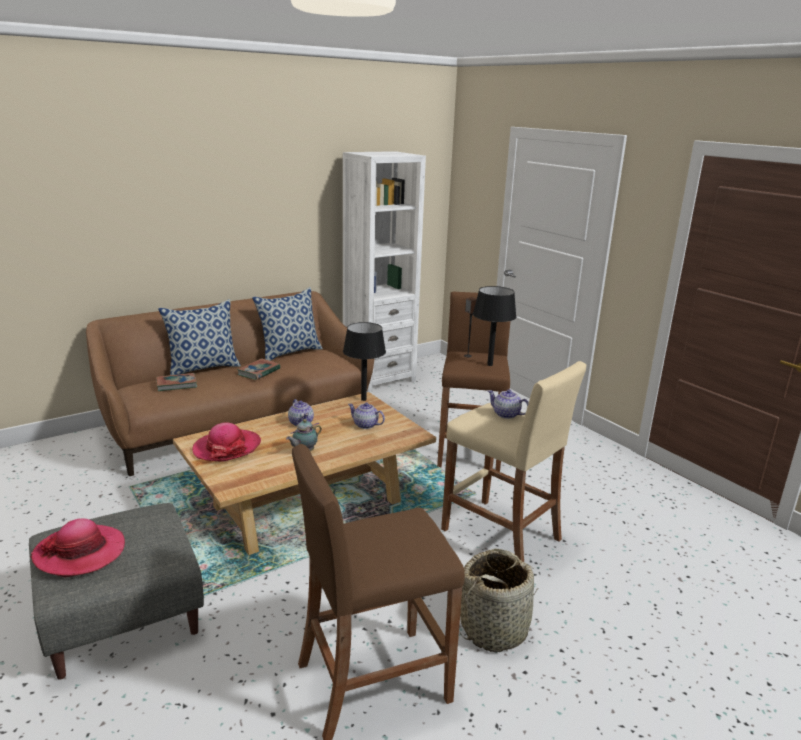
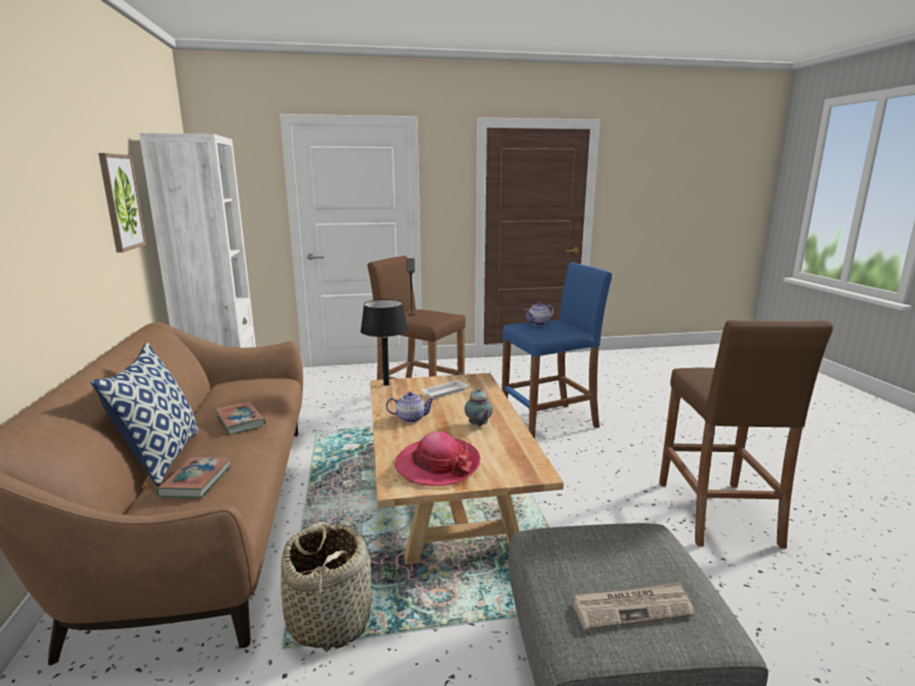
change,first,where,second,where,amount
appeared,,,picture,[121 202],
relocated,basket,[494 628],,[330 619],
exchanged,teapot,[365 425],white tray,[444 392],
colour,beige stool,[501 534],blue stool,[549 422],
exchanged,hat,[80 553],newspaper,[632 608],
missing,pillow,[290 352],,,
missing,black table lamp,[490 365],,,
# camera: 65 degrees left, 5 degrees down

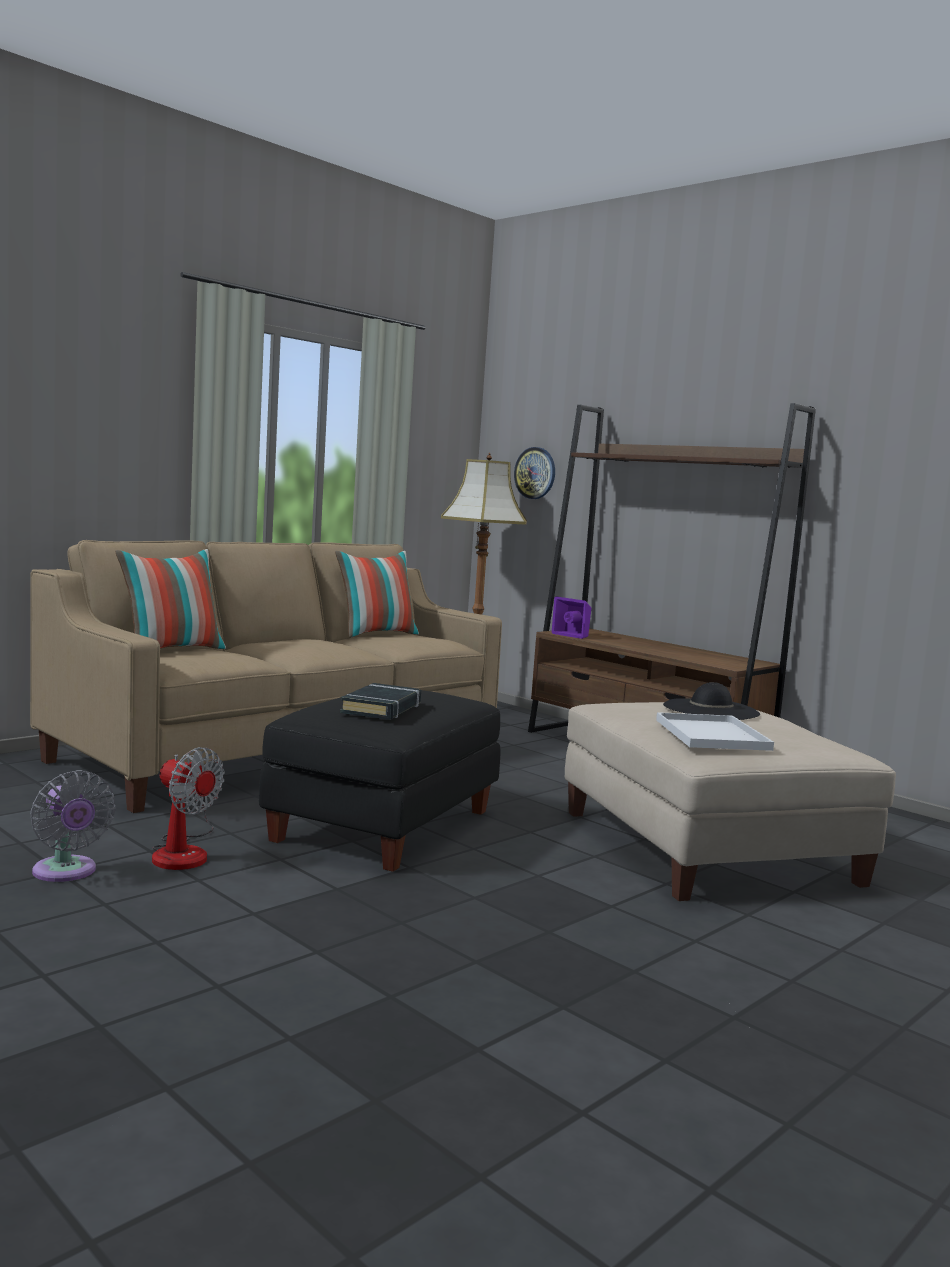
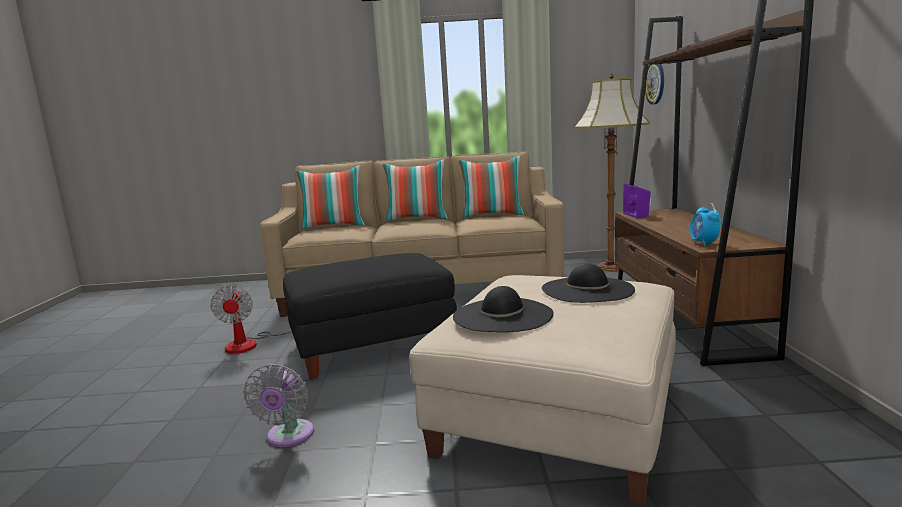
change,first,where,second,where,amount
relocated,grey fan,[66 872],,[288 437],
appeared,,,pillow,[417 219],
exchanged,white tray,[714 735],black hat,[502 315],
appeared,,,alarm clock,[703 243],
missing,black book,[382 708],,,
# camera: 45 degrees right, 5 degrees up

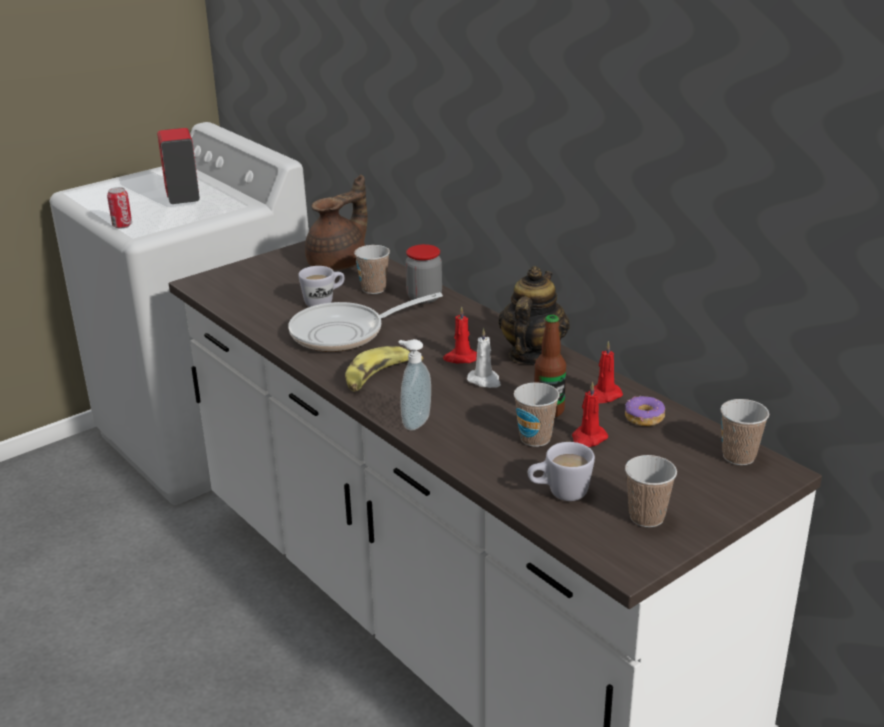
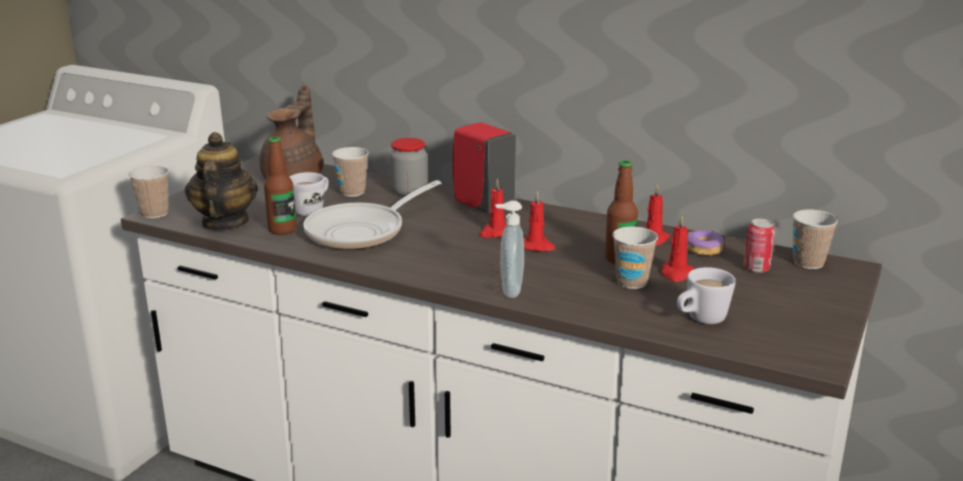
change,first,where,second,where,amount
relocated,cup,[646 517],,[154 213],
relocated,teapot,[532 355],,[224 223],
appeared,,,bottle,[282 230],
relocated,red soap dispenser,[183 198],,[482 206],
colour,white candle,[485 381],red candle,[537 246],
relocated,can,[122 226],,[756 269],
missing,banana,[378 377],,,
# camera: 25 degrees left, 5 degrees down

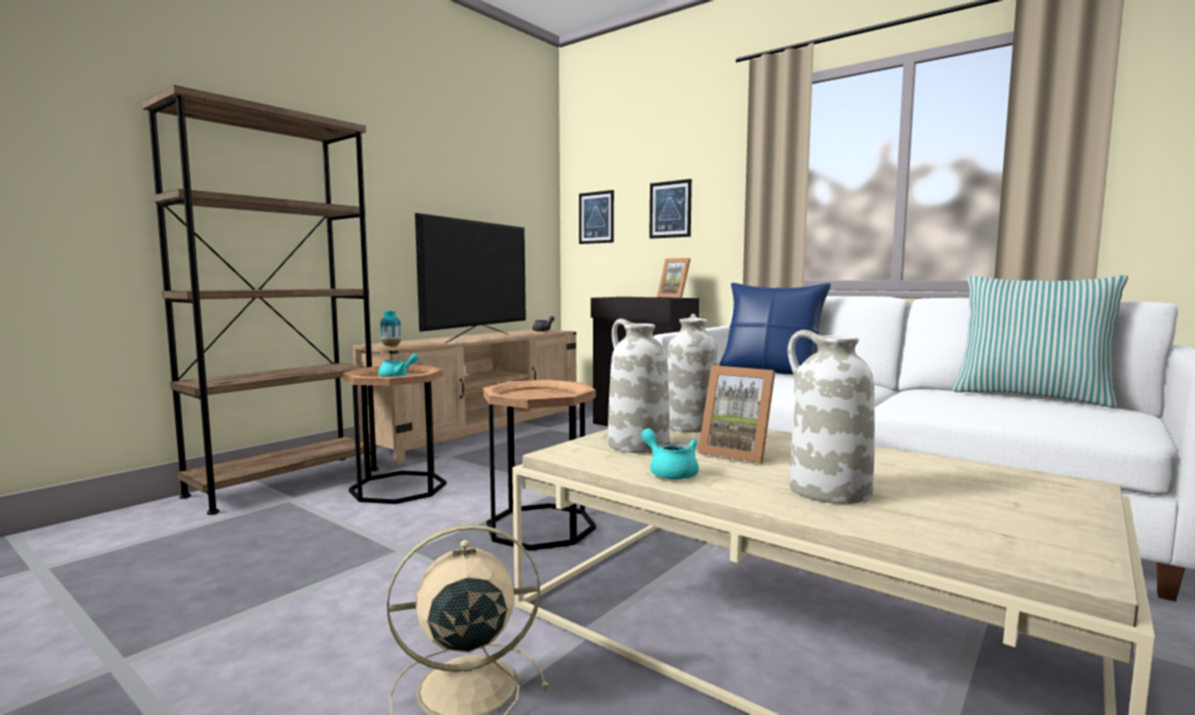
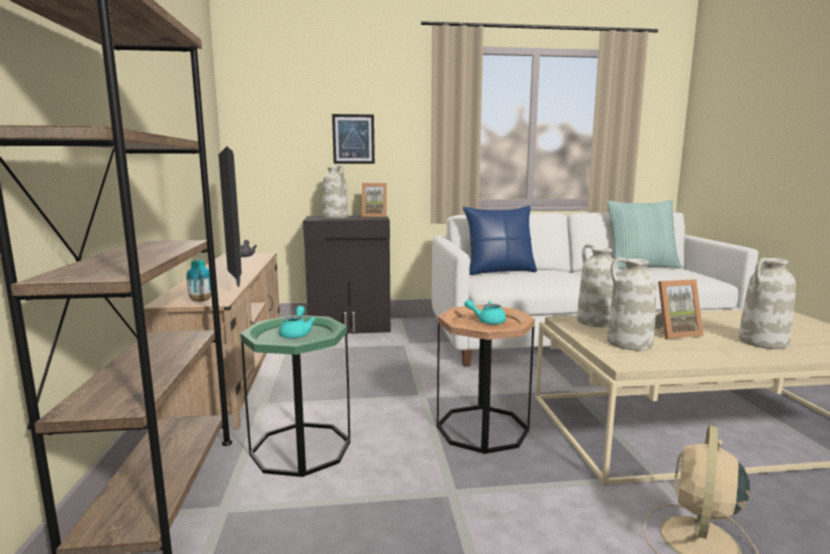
change,first,where,second,where,amount
colour,brown side table,[398 487],green side table,[301 448],
appeared,,,white vase,[335 217],
relocated,turquoise teapot,[670 472],,[487 321],
missing,picture,[596 217],,,
# camera: 45 degrees left, 5 degrees up

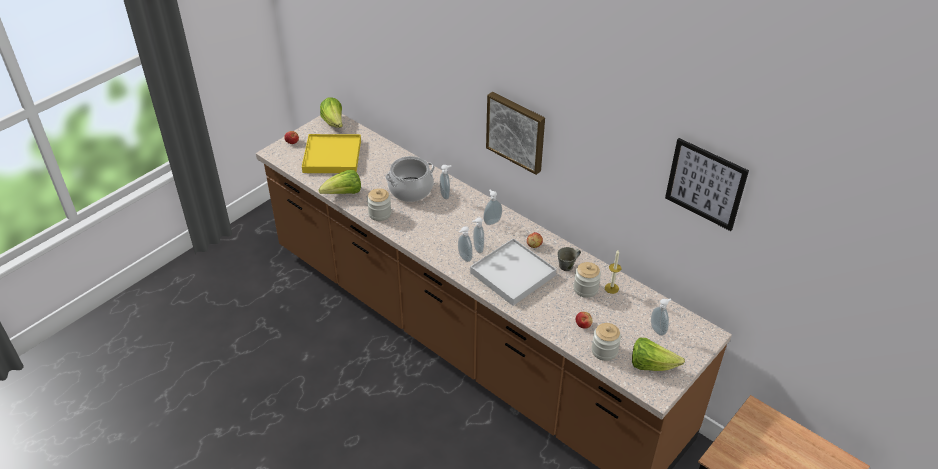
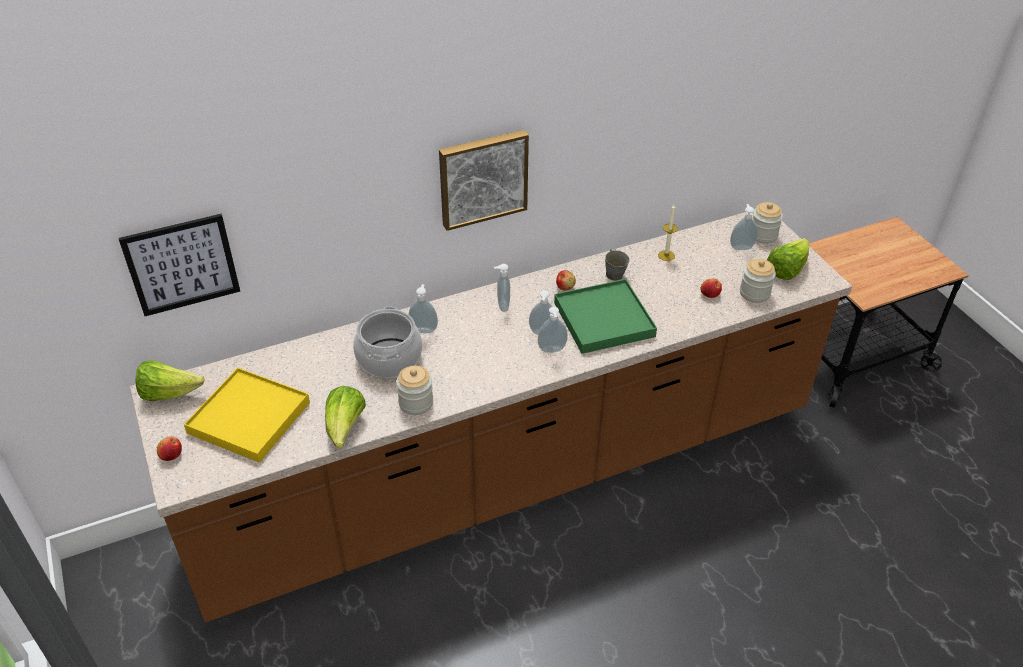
change,first,where,second,where,amount
relocated,picture,[705 184],,[182 264],
colour,white tray,[513 274],green tray,[604 319],
relocated,jar,[585 289],,[763 235],
# camera: 65 degrees left, 0 degrees up

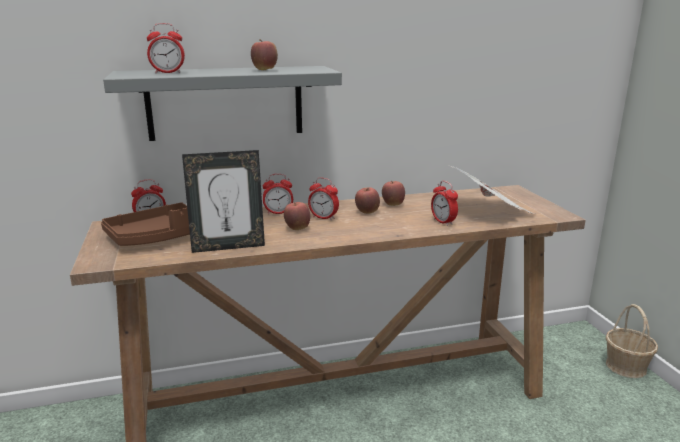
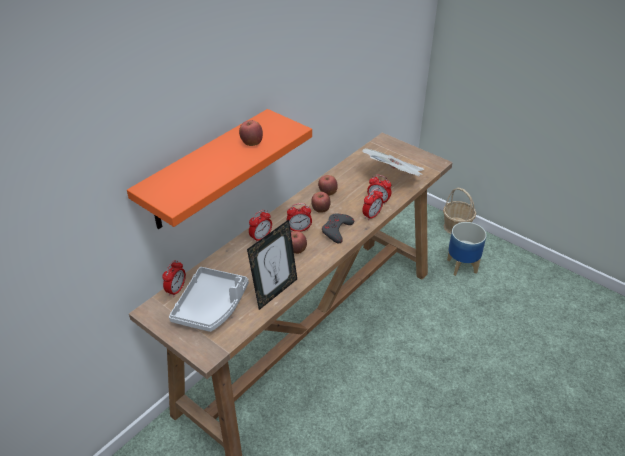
change,first,where,second,where,amount
colour,grey shelf,[225 103],orange shelf,[206 171],
colour,brown tray,[157 237],grey tray,[211 306],
appeared,,,grey game controller,[336 230],
relocated,alarm clock,[168 73],,[372 215],
appeared,,,planter,[461 265],
# camera: 35 degrees left, 20 degrees up

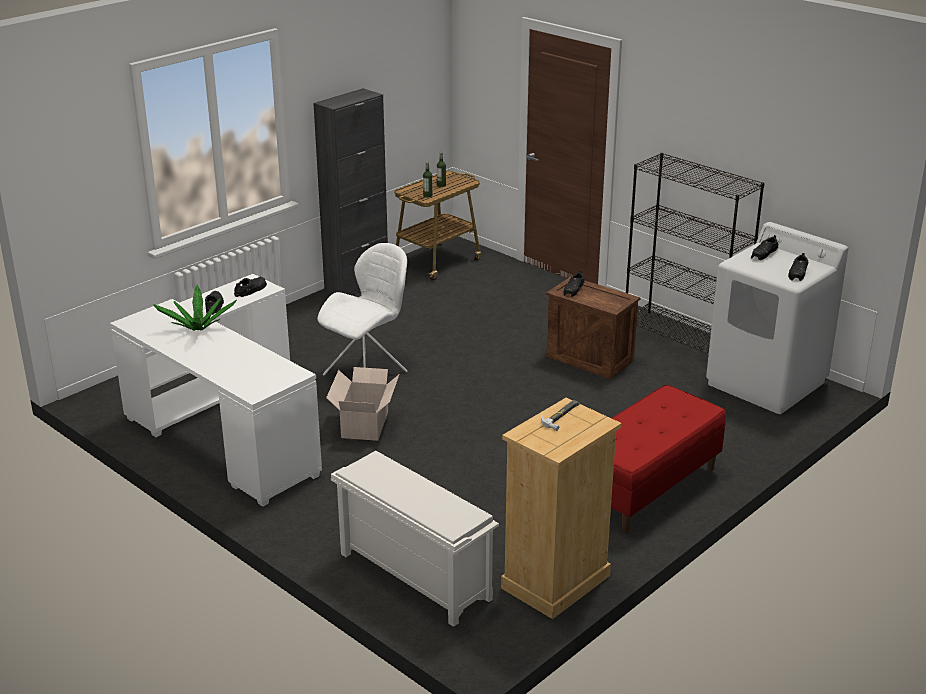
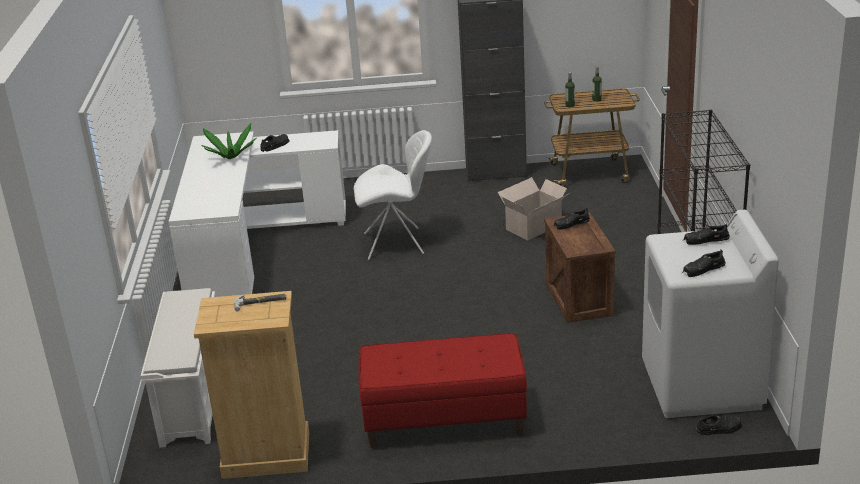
change,first,where,second,where,amount
relocated,cardboard box,[366 423],,[535 226],
relocated,black shoe,[251 289],,[719 428],
# camera: 45 degrees right, 0 degrees up

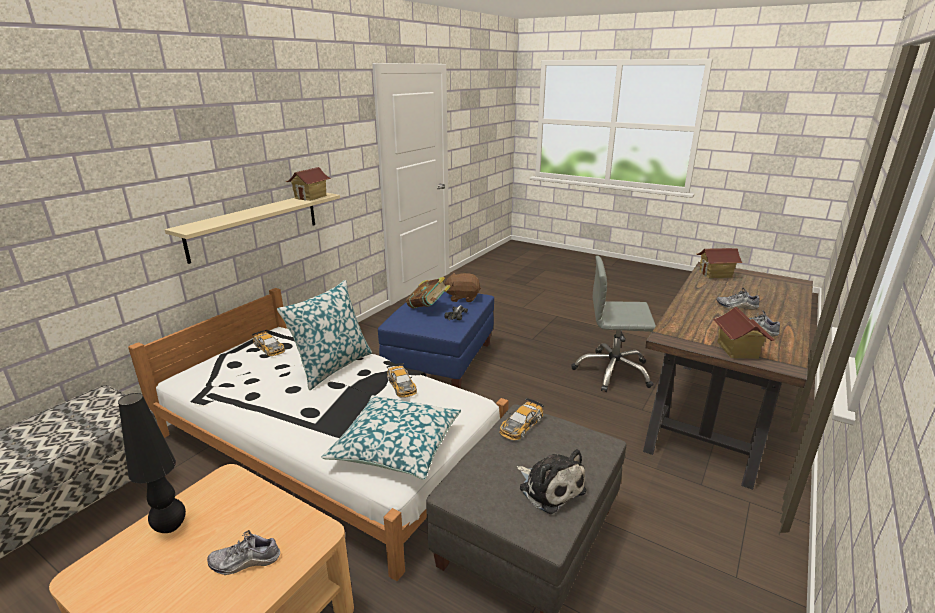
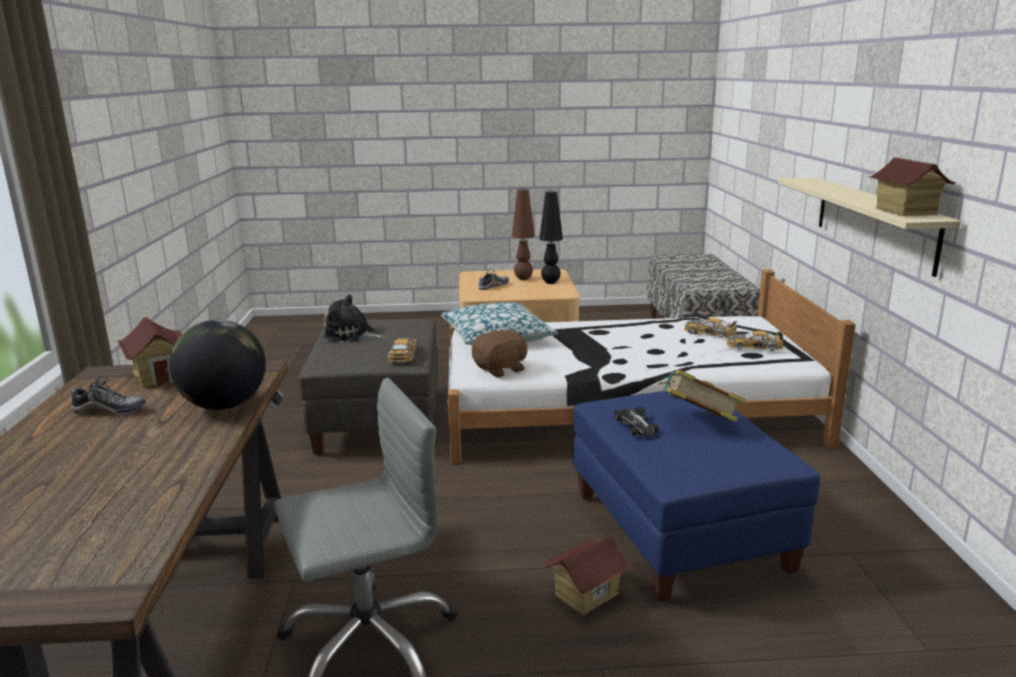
change,first,where,second,where,amount
appeared,,,globe,[224 405],
relocated,brown plush toy,[462 297],,[501 369],
appeared,,,brown table lamp,[523 279],
relocated,toy house,[715 275],,[586 594],
relocated,toy car,[401 385],,[709 332],
missing,pillow,[332 366],,,
missing,shoe,[736 306],,,
# camera: 145 degrees right, 5 degrees down

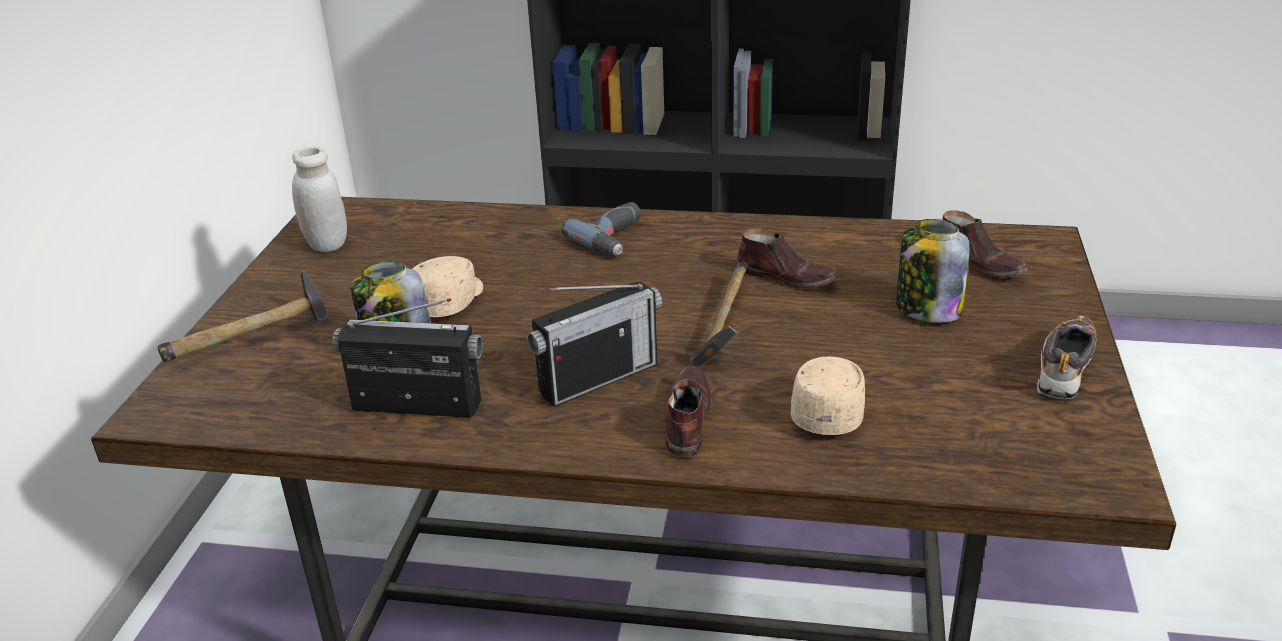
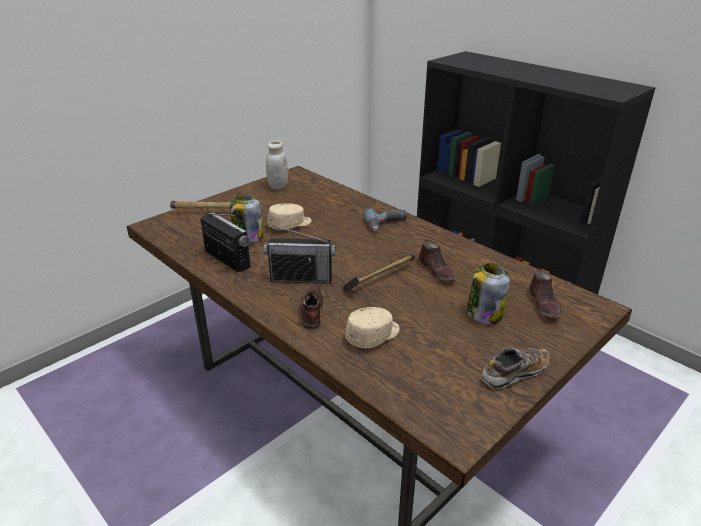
change,first,where,second,where,amount
spun,brown shoe,[686 419],,[311 310],45 degrees counterclockwise
# camera: 35 degrees right, 0 degrees up

